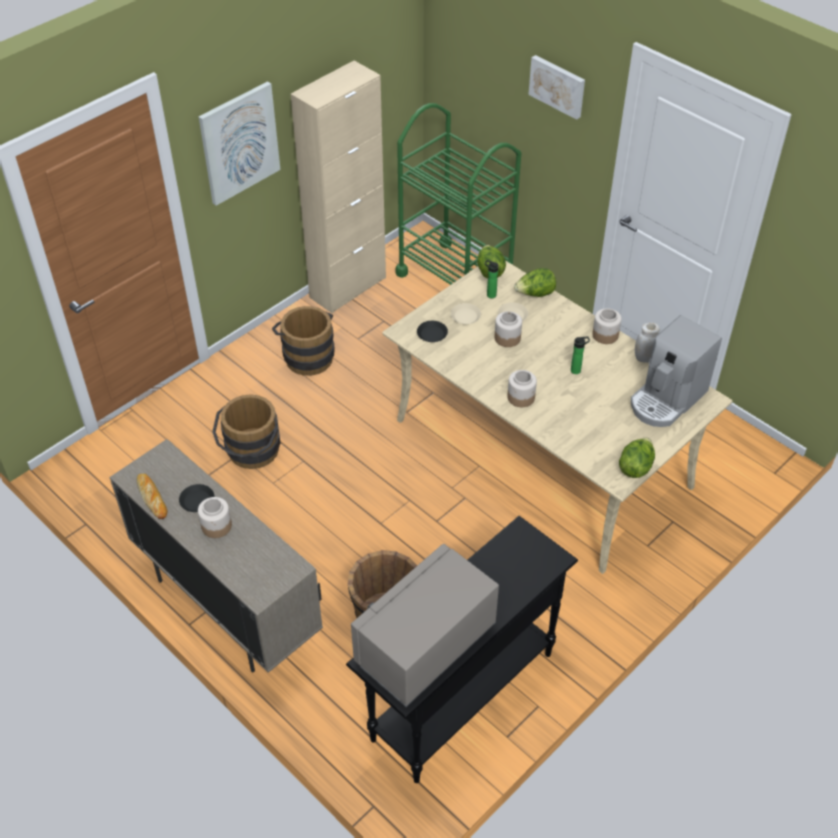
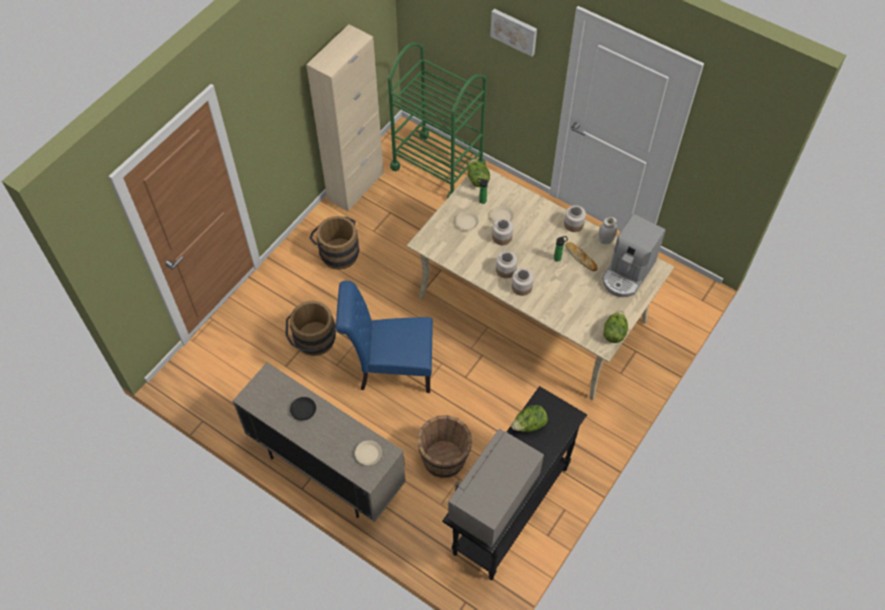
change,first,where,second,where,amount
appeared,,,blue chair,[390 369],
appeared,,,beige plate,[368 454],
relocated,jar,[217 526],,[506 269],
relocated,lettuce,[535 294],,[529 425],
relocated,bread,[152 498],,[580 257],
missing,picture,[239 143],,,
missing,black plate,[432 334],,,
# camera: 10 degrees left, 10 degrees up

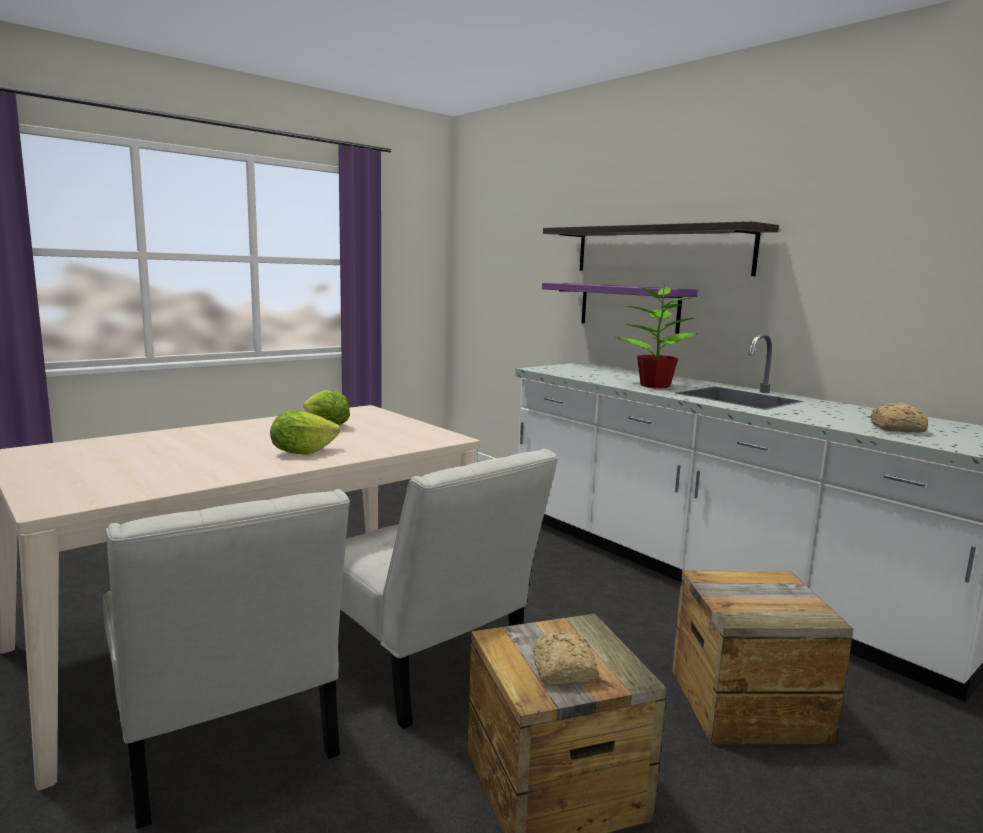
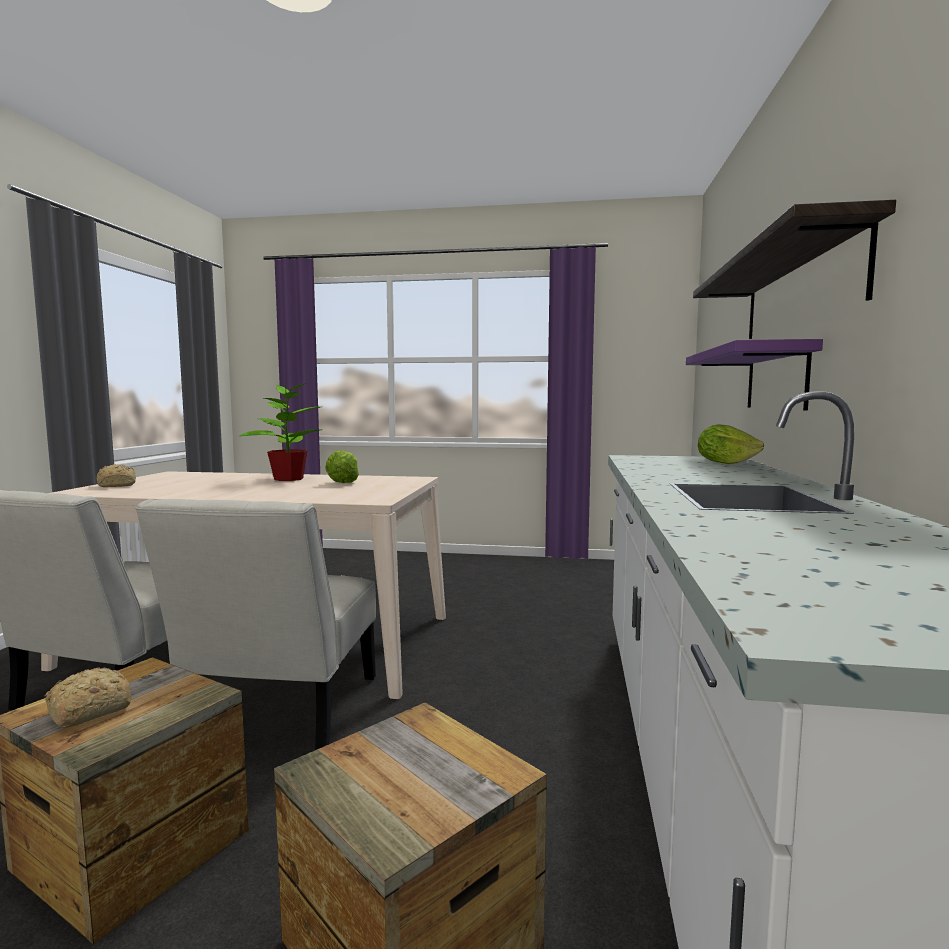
change,first,where,second,where,amount
relocated,bread,[895 429],,[117 485],
relocated,potted plant,[654 386],,[288 479],
relocated,lettuce,[302 452],,[725 463],
# camera: 50 degrees right, 5 degrees down

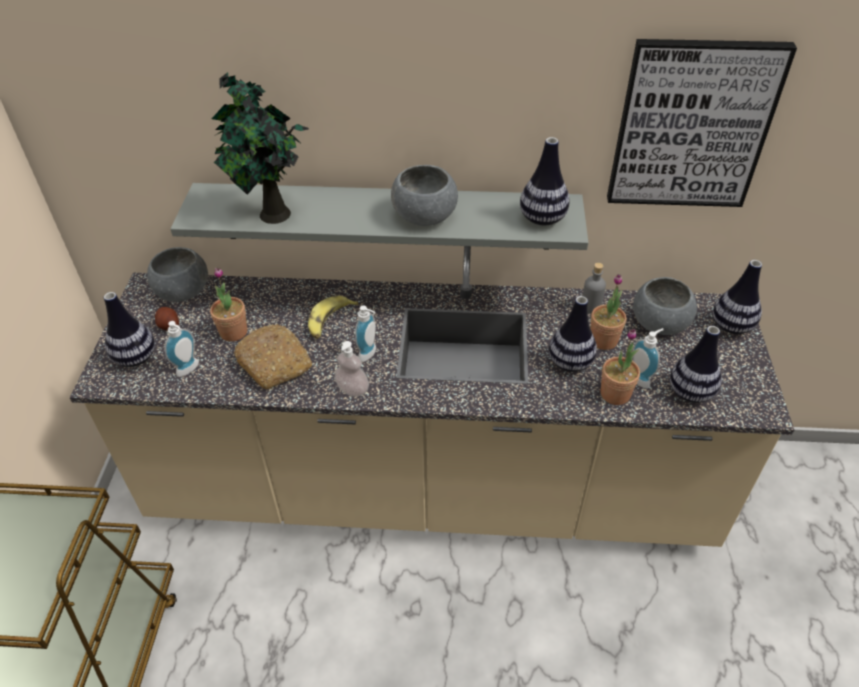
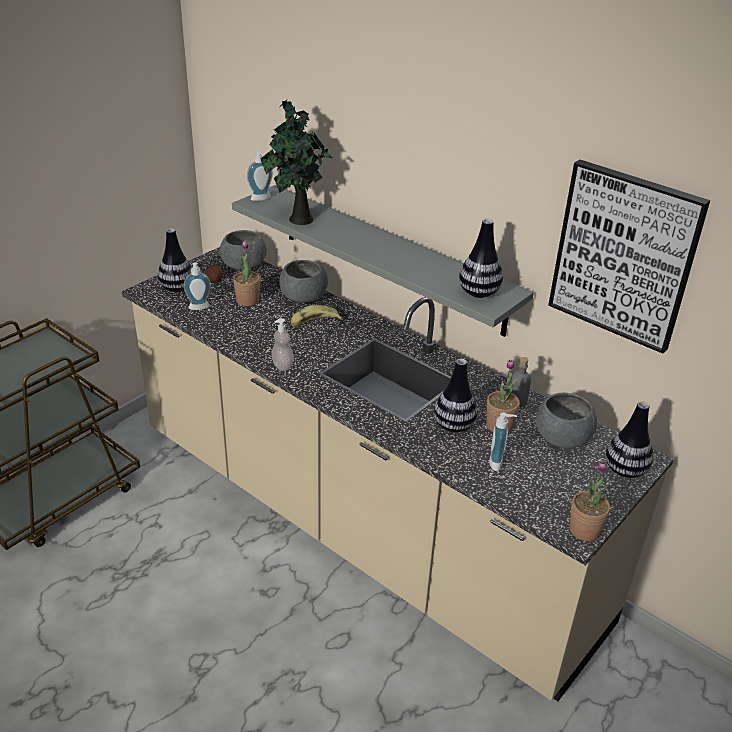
change,first,where,second,where,amount
relocated,soap dispenser,[370 354],,[261 199],
relocated,grey bowl,[424 216],,[303 297],
relocated,potted plant,[615 394],,[584 530],
missing,bread,[275 363],,,
missing,vase,[690 392],,,
# camera: 35 degrees right, 10 degrees down

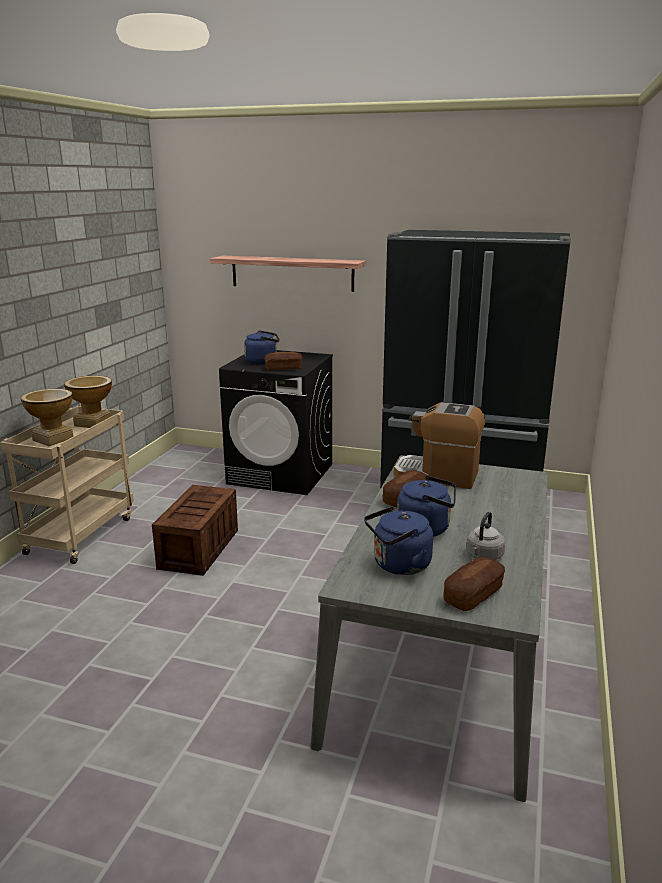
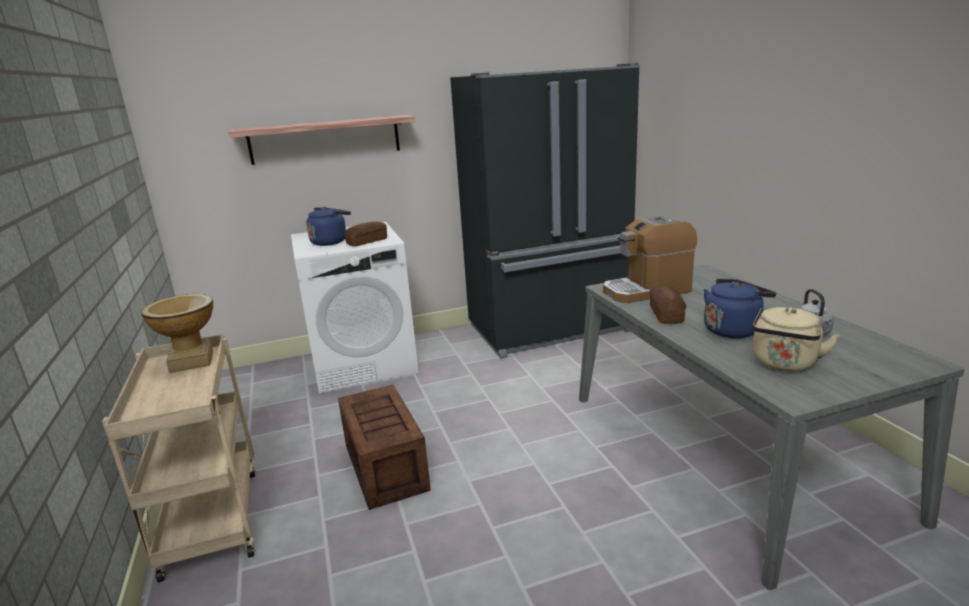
change,first,where,second,where,amount
colour,black washing machine,[281 474],white washing machine,[364 363],
colour,blue kettle,[398 565],beige kettle,[784 364],
missing,vase,[53 439],,,
missing,bread,[473 595],,,
# camera: 35 degrees left, 0 degrees up

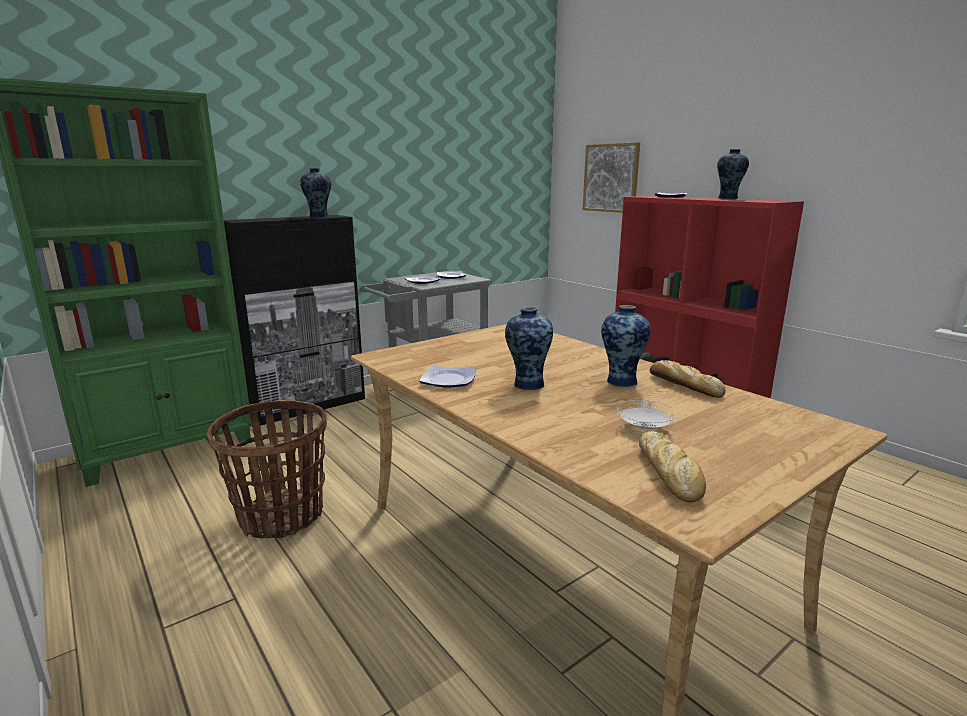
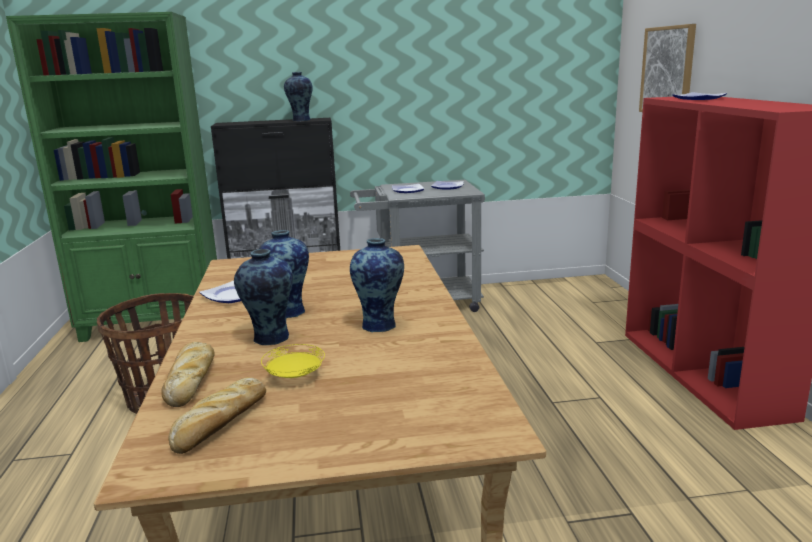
change,first,where,second,where,amount
relocated,bread,[683 385],,[191 380],
relocated,vase,[728 198],,[269 338],
colour,white plate,[644 428],yellow plate,[294 376],
# camera: 30 degrees right, 0 degrees up

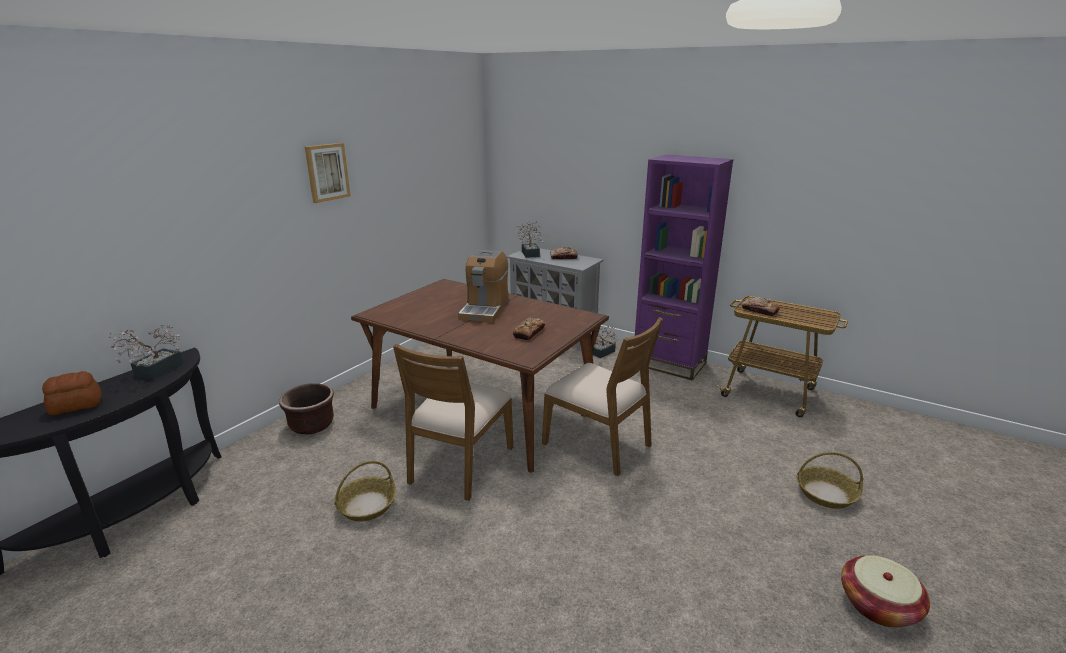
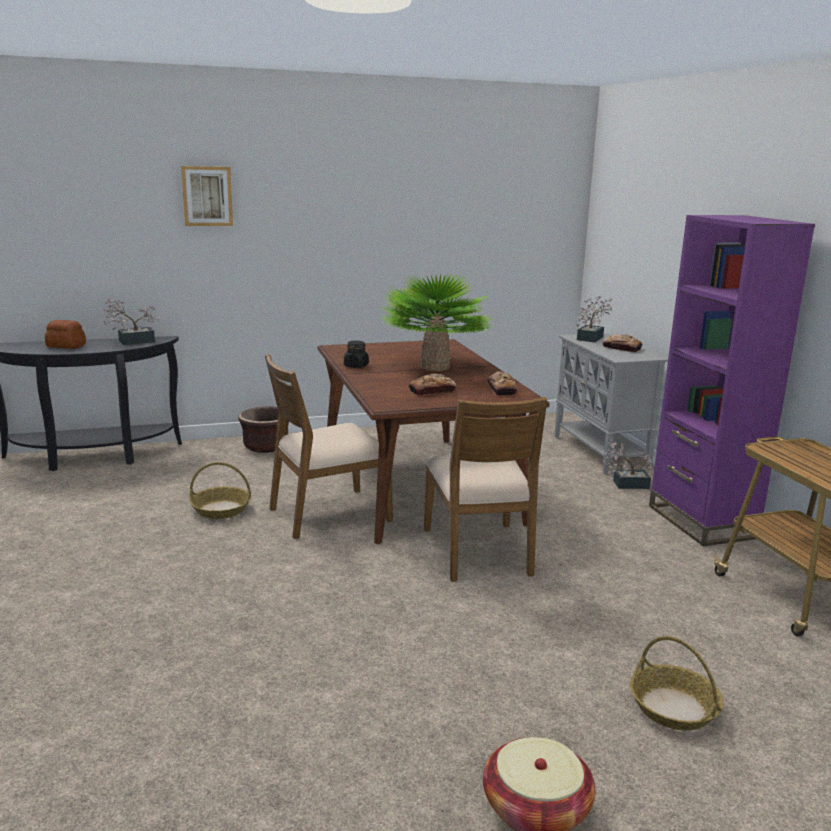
change,first,where,second,where,amount
relocated,picture,[327 172],,[207 196],
appeared,,,black jar,[356 366],
exchanged,coffee machine,[485 309],potted plant,[435 367],
relocated,bread,[759 310],,[501 389],
# camera: 40 degrees right, 5 degrees down

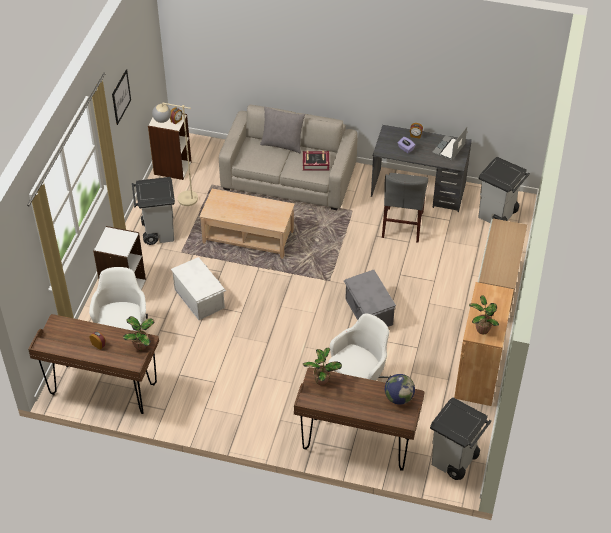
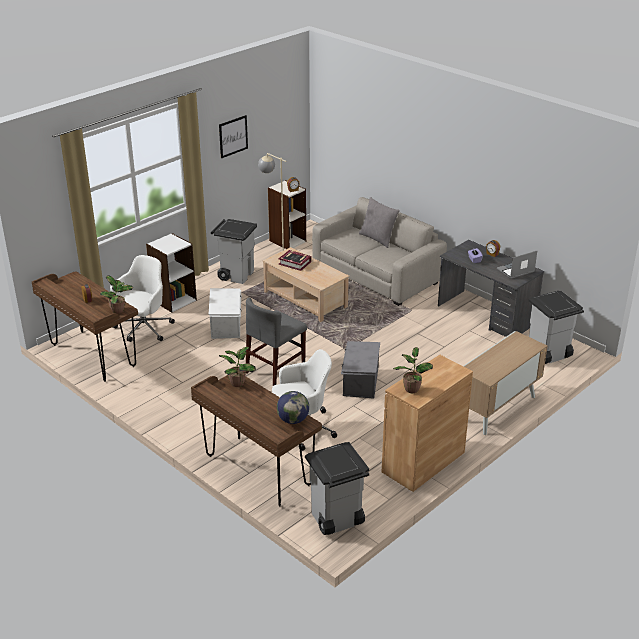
change,first,where,second,where,amount
relocated,grey chair,[402 224],,[275 370],
relocated,book,[315 163],,[295 263],
# camera: 30 degrees right, 15 degrees down

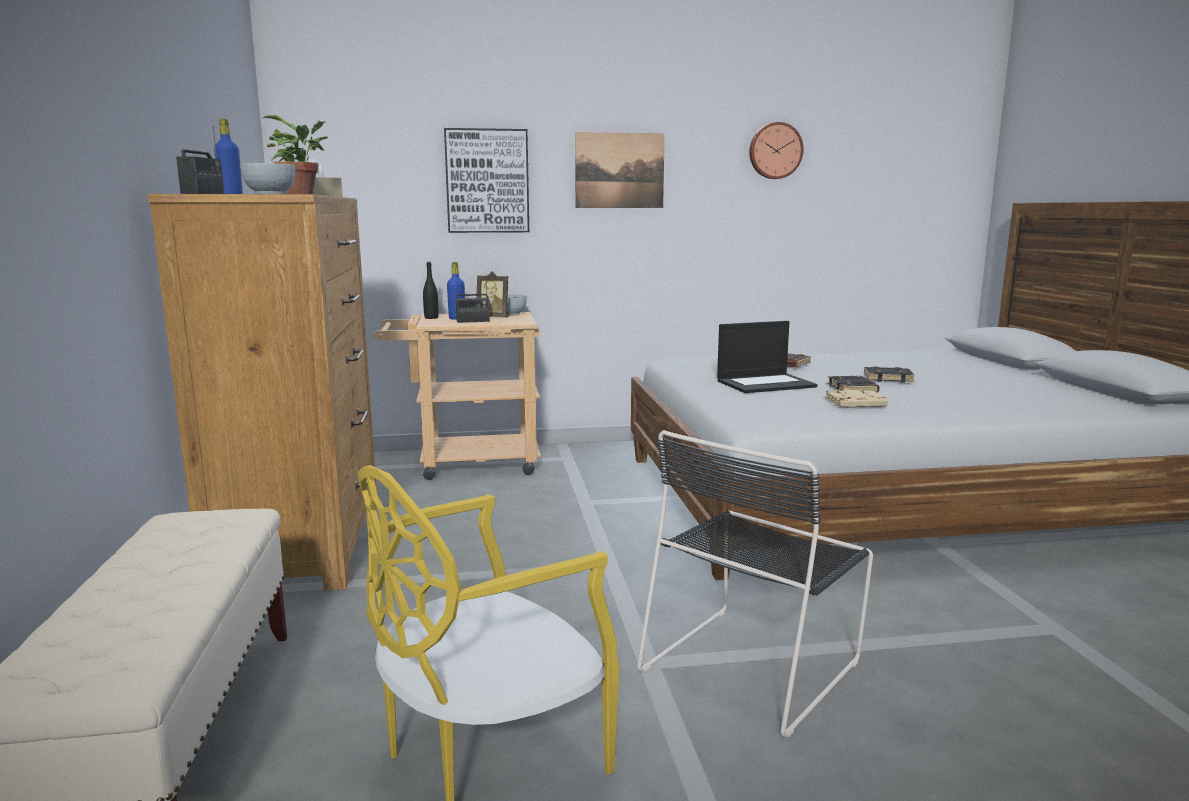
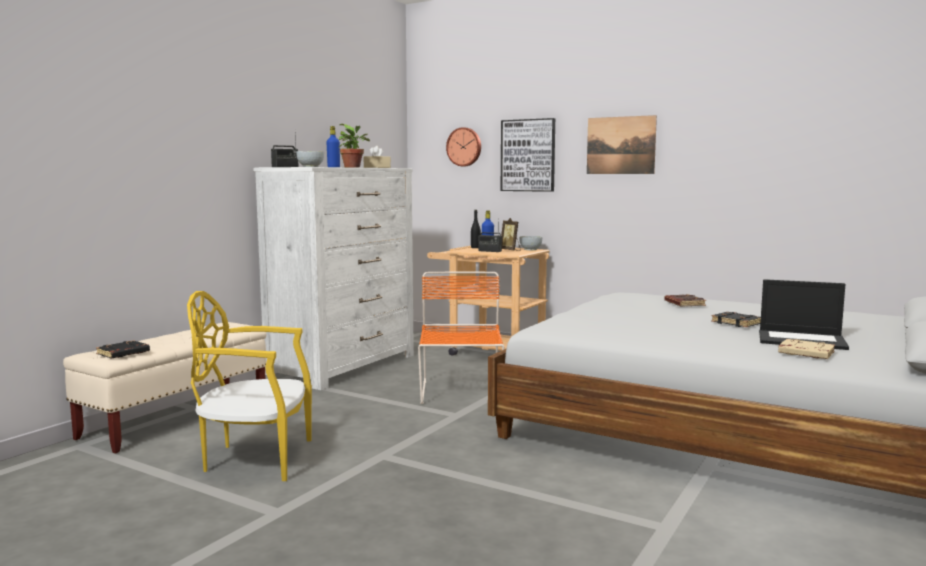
change,first,where,second,where,amount
relocated,black book,[853 389],,[123 353],
colour,brown dresser,[304 537],white dresser,[344 366],
appeared,,,orange chair,[460 393],
relocated,wall clock,[775 151],,[464 147],
relocated,laptop,[766 383],,[802 340],
relocated,beige book,[855 404],,[805 353],
missing,black chair,[754 662],,,
# camera: 40 degrees right, 5 degrees down

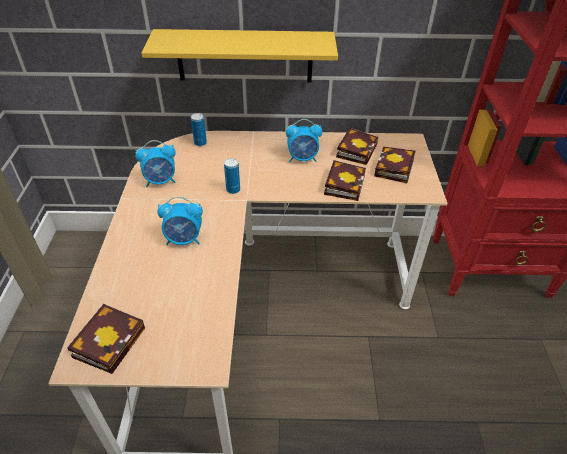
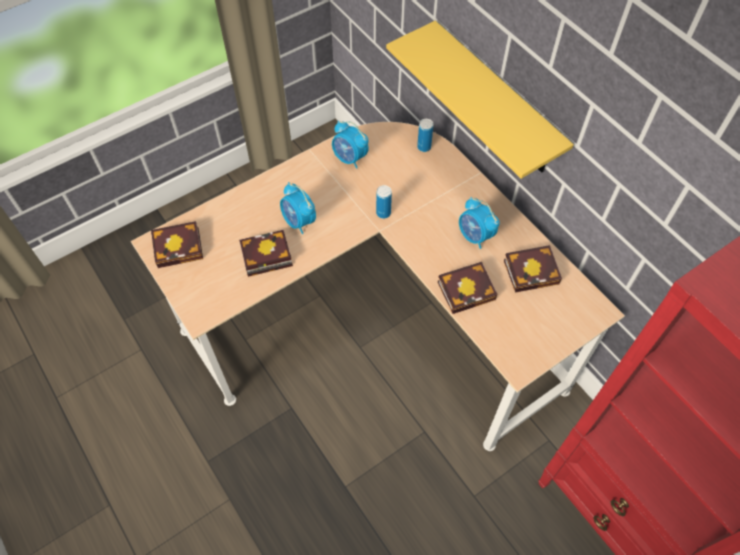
change,first,where,second,where,amount
relocated,book,[394 170],,[264 257],
# camera: 55 degrees right, 15 degrees up

